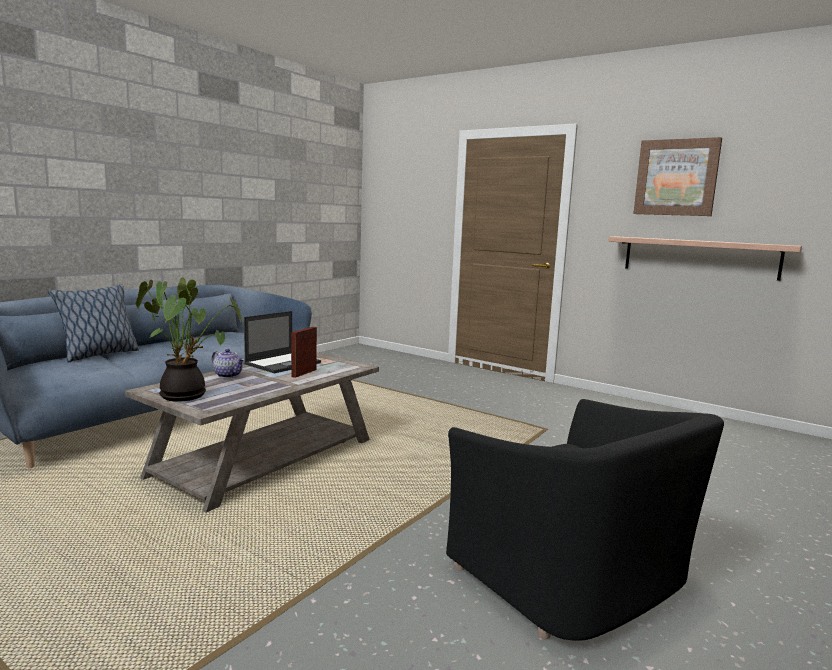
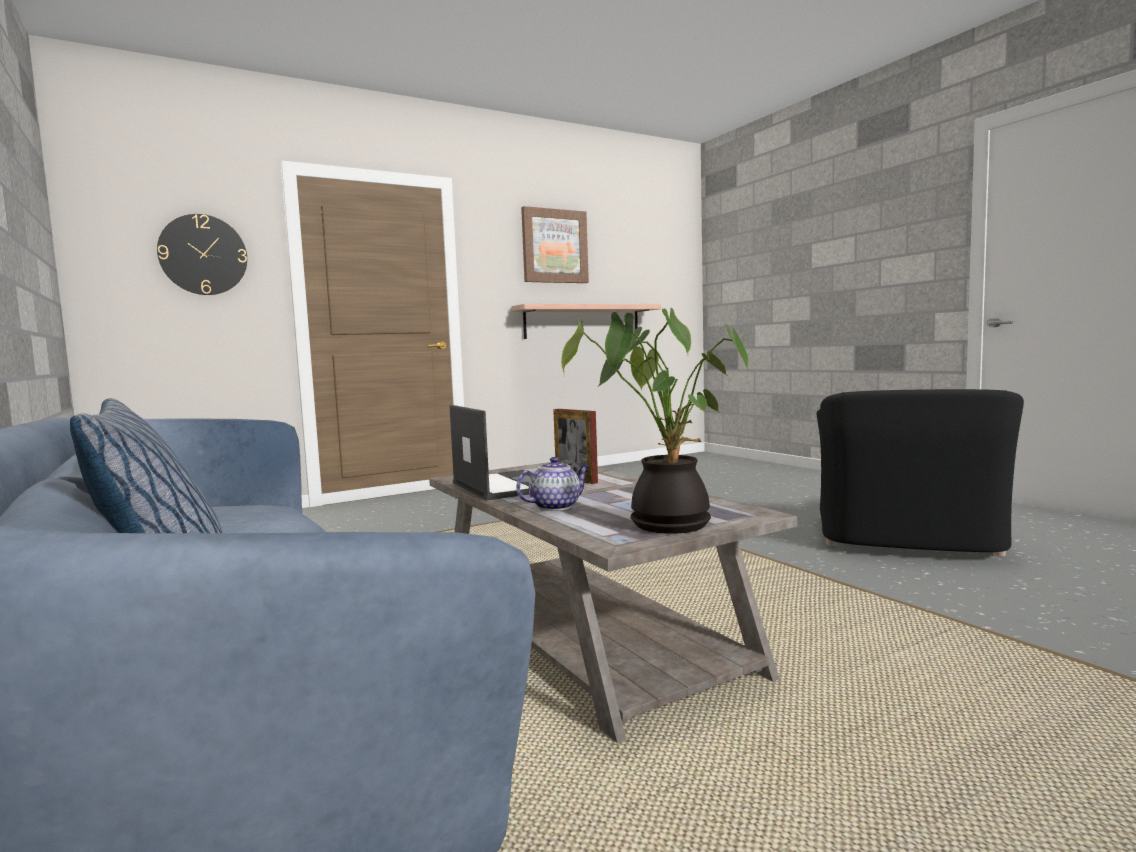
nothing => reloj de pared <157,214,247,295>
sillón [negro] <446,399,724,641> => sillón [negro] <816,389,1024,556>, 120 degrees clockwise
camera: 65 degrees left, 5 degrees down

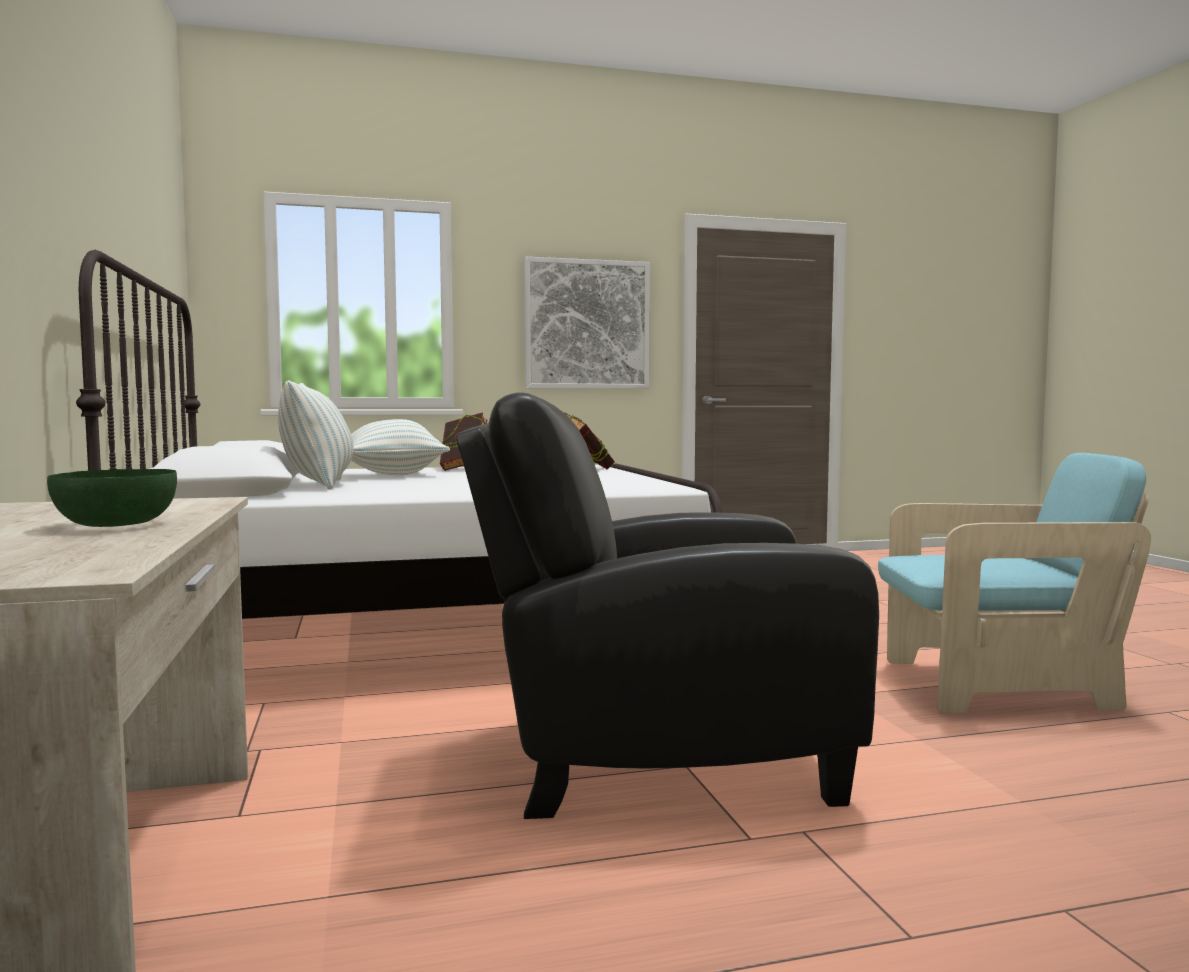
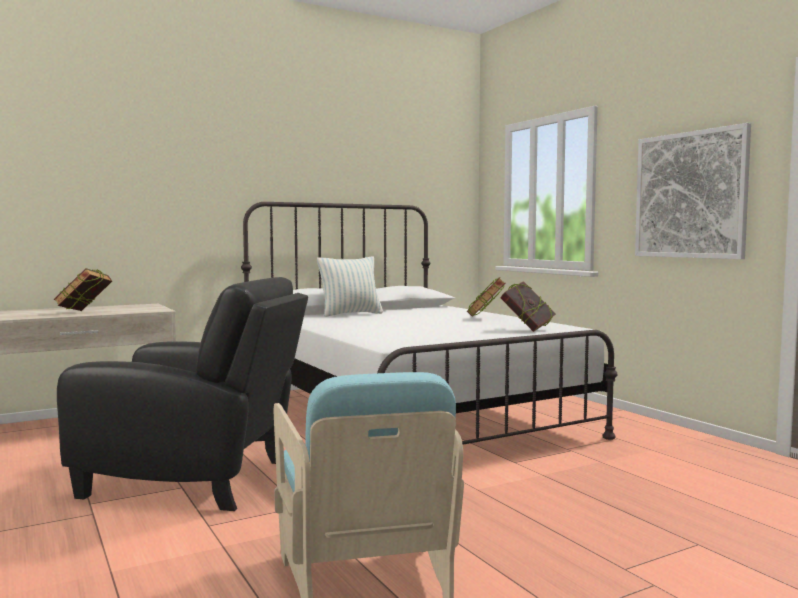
cojín <351,419,450,475> => nothing
cuenco [verde] <47,469,177,527> => libro <54,268,112,311>
sillón [negro] <456,393,879,819> => sillón [negro] <57,277,308,511>, 120 degrees clockwise
camera: 75 degrees right, 0 degrees up

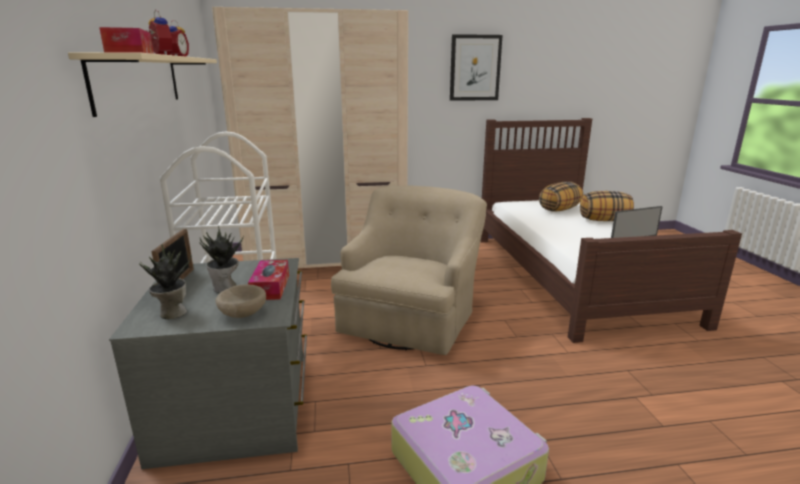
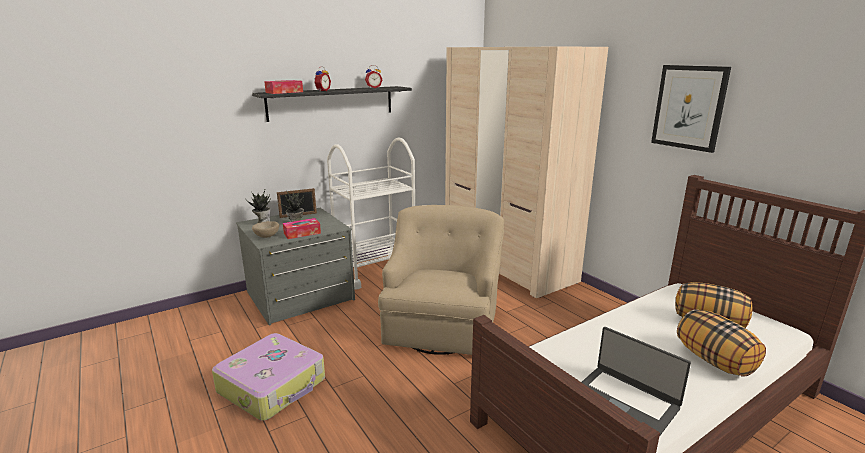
estante [beis] <68,52,217,117> => estante [negro] <252,86,412,122>
sillón [beis] <331,186,487,355> => sillón [beis] <378,205,504,355>, 75 degrees counterclockwise
camera: 65 degrees right, 0 degrees up

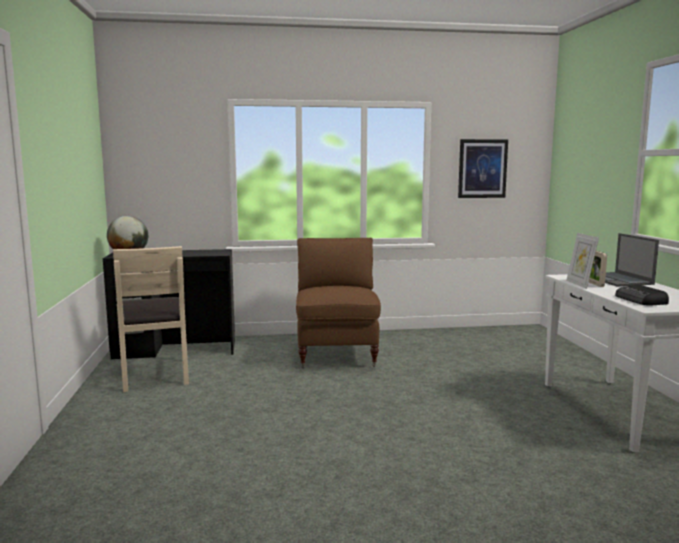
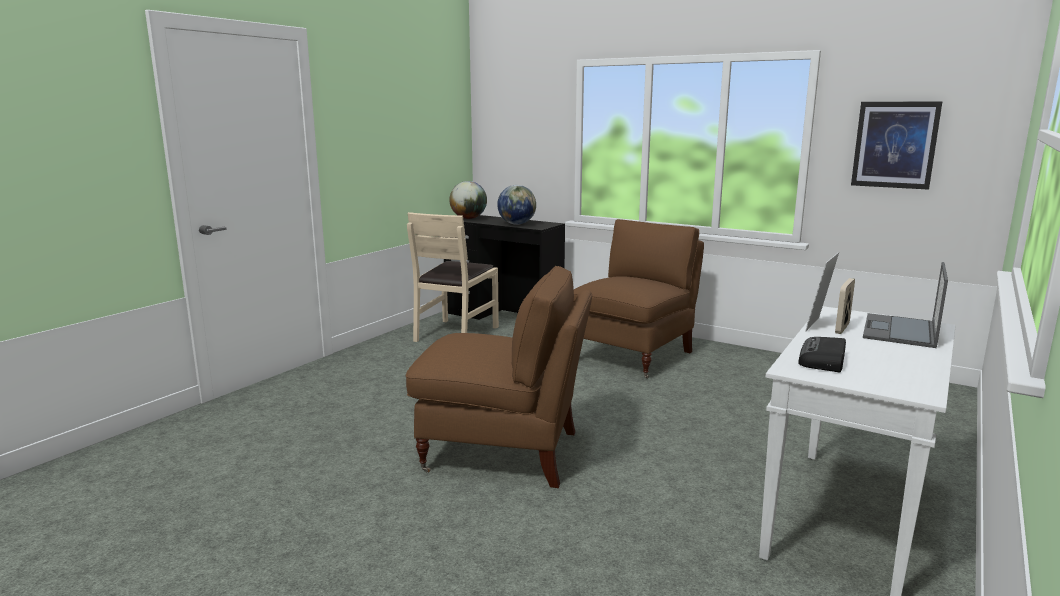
nothing => sillón [marrón] <406,266,592,488>
nothing => globo terráqueo <497,185,536,225>
camera: 40 degrees right, 5 degrees up

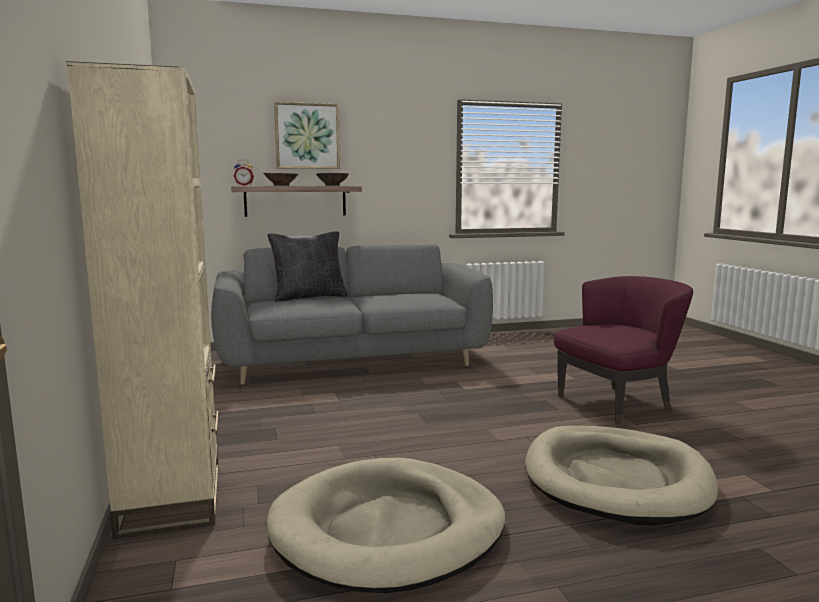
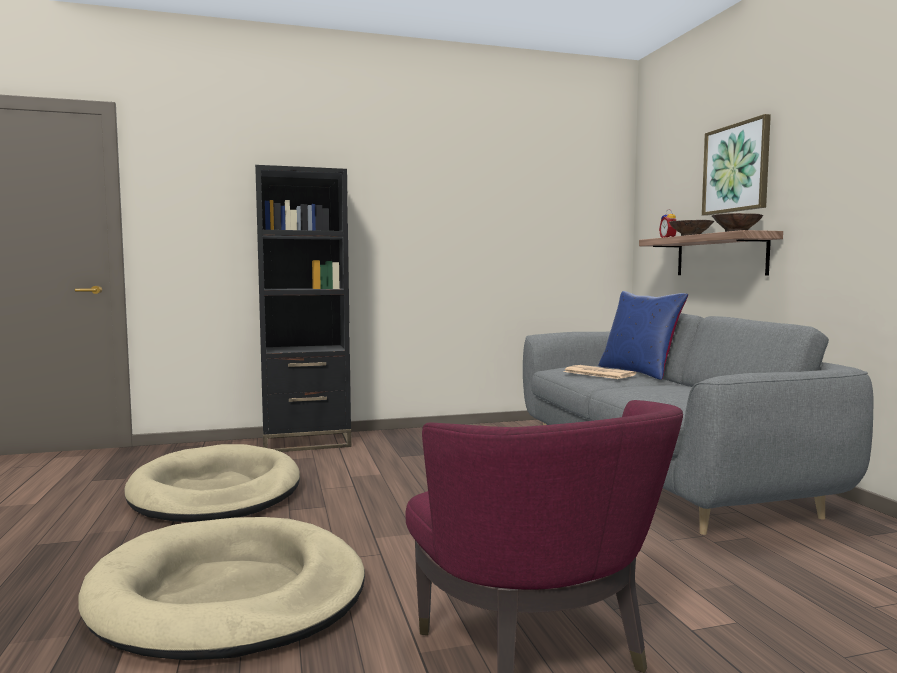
nothing => periódico <563,365,636,379>
estantería [beis] <66,61,219,539> => estantería [negro] <255,165,352,452>
cojín [negro] <268,231,348,302> => cojín [azul] <598,291,688,380>
camera: 90 degrees right, 5 degrees down

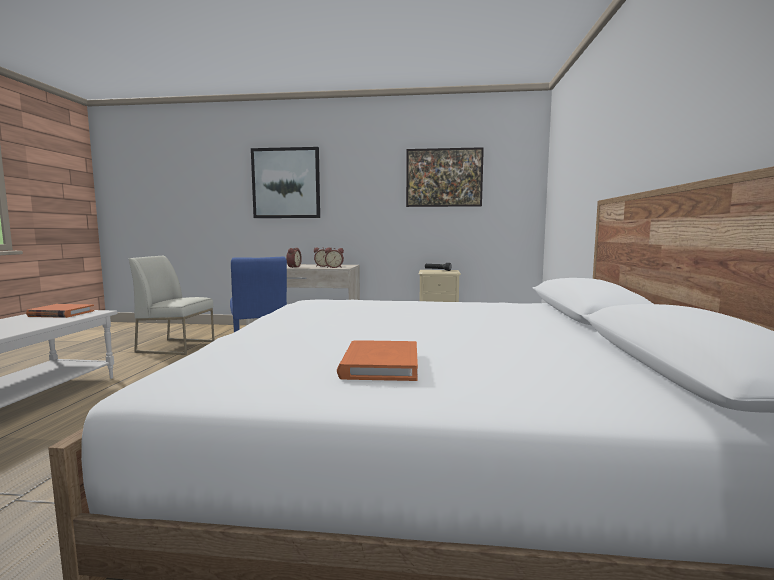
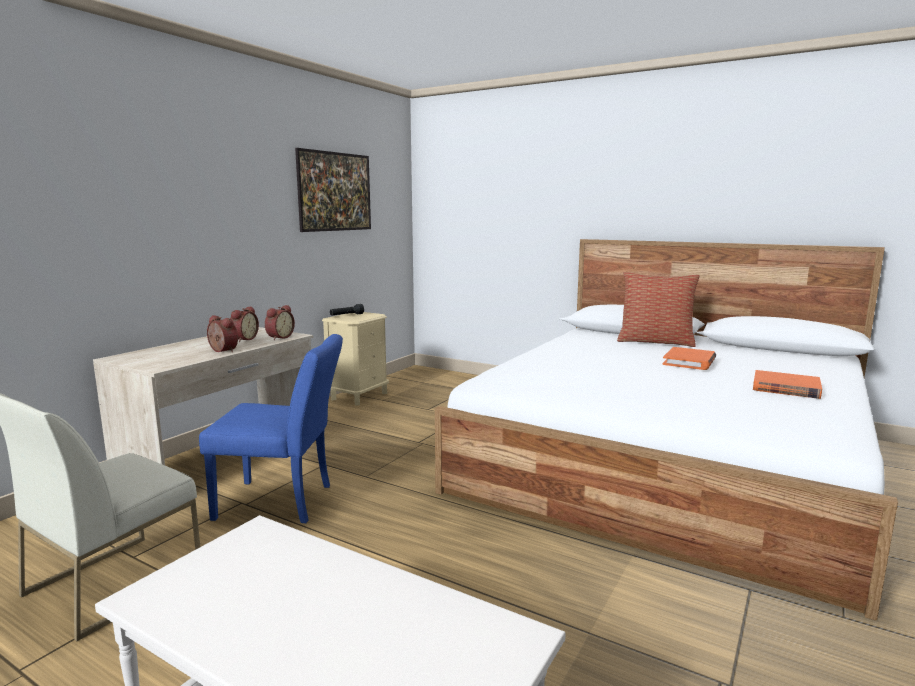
cuadro <251,147,320,218> => nothing
nothing => cojín <617,272,700,347>
libro [naranja] <26,304,94,318> => libro [naranja] <663,347,716,370>, shifted
camera: 65 degrees left, 5 degrees up

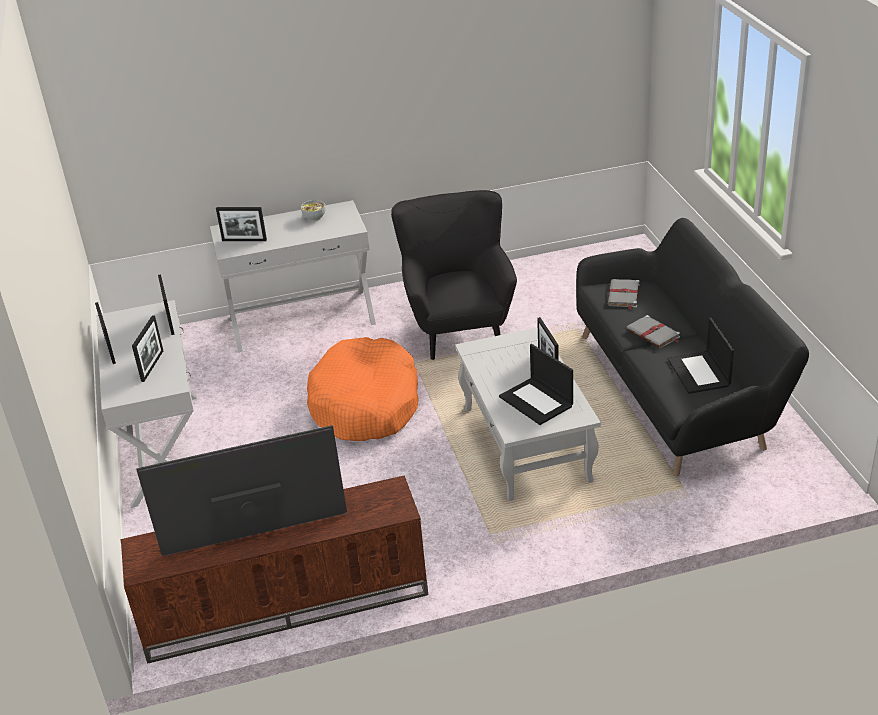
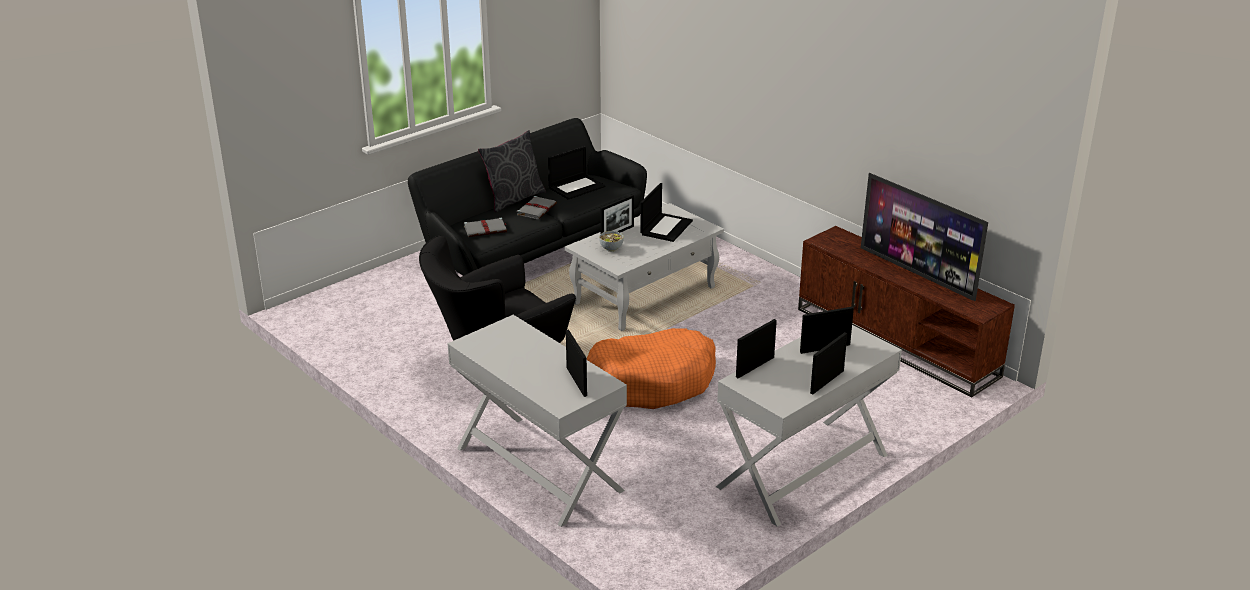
nothing => cojín [gris] <478,130,546,212>
cuenco <301,200,326,221> => cuenco <599,231,624,252>, shifted
camera: 120 degrees left, 5 degrees down

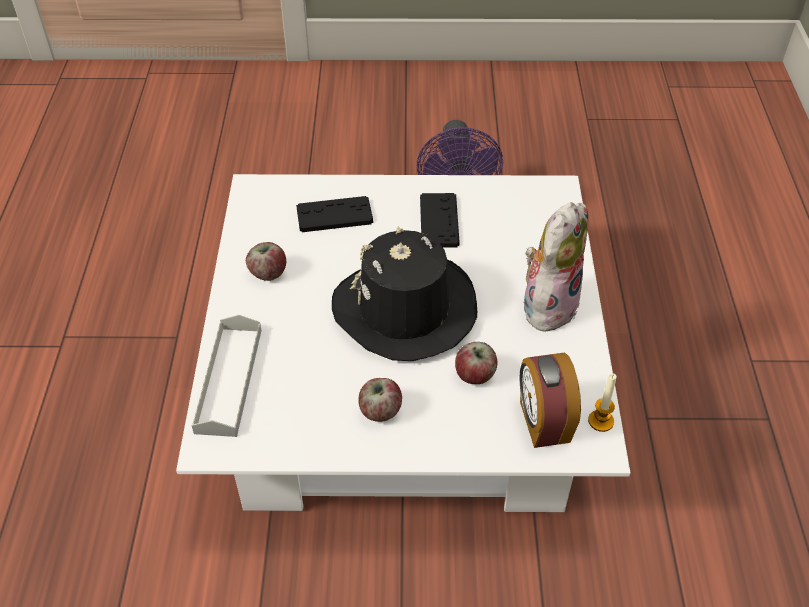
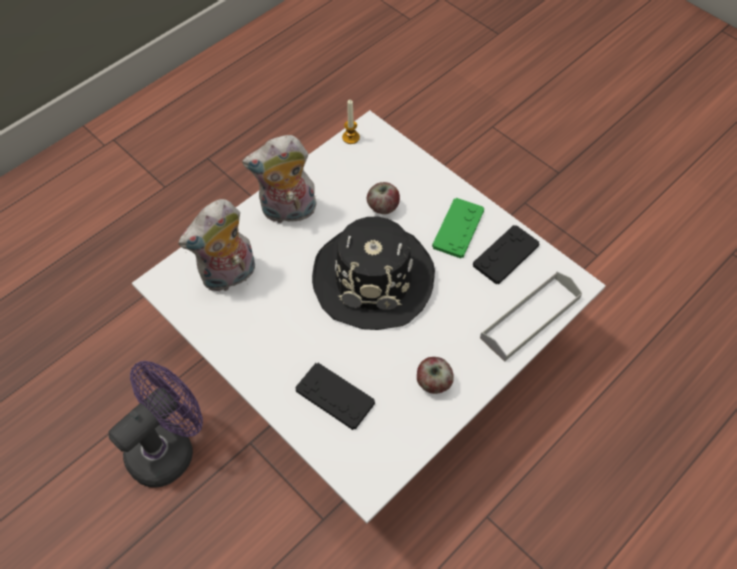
despertador <519,352,581,448> => nothing
nothing => peluche <178,199,255,293>
mando de consola [negro] <420,193,460,248> => mando de consola [negro] <473,225,539,284>, shifted
manzana <358,378,402,422> => mando de consola [verde] <432,198,484,258>
camera: 135 degrees left, 10 degrees up

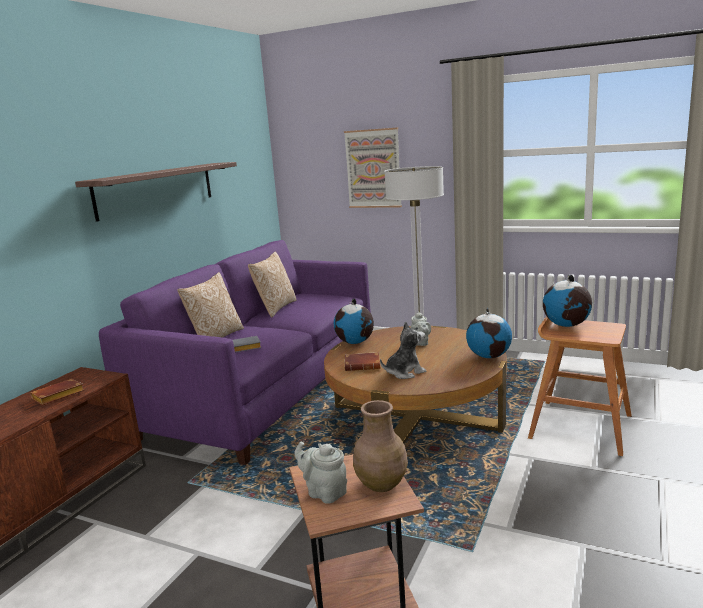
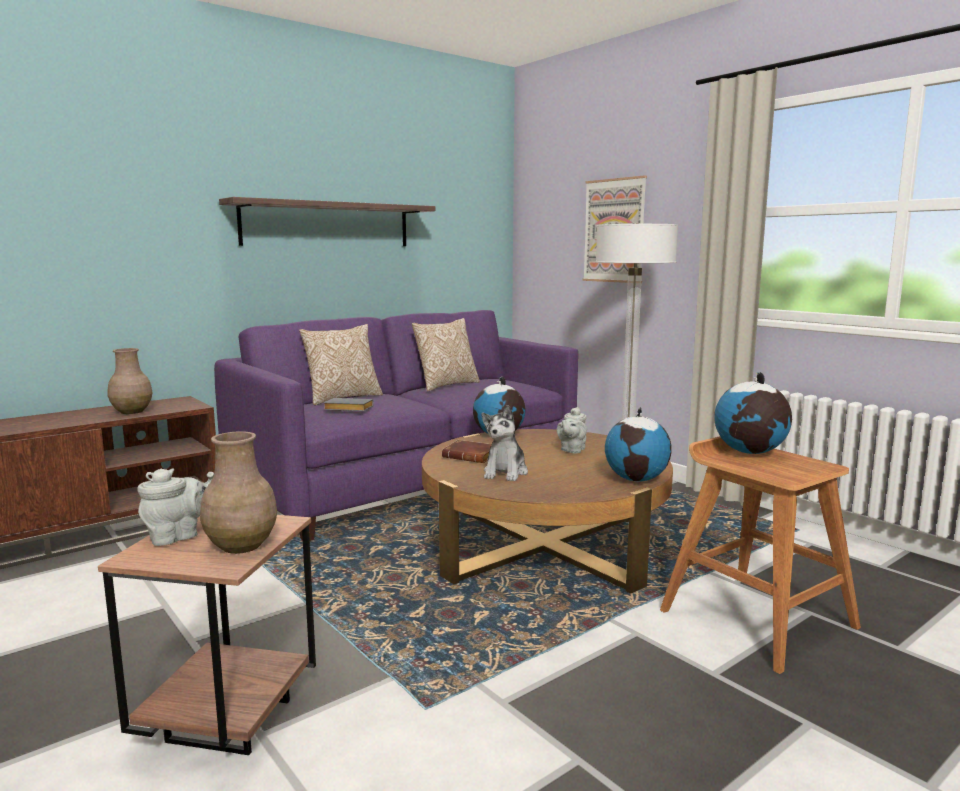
libro [marrón] <30,379,84,405> => florero [marrón] <108,348,152,414>
tetera [gris] <294,442,347,504> => tetera [gris] <137,468,214,546>, 75 degrees clockwise
peluche <380,321,426,379> => peluche <481,405,528,481>, 105 degrees clockwise
camera: 25 degrees right, 5 degrees down

